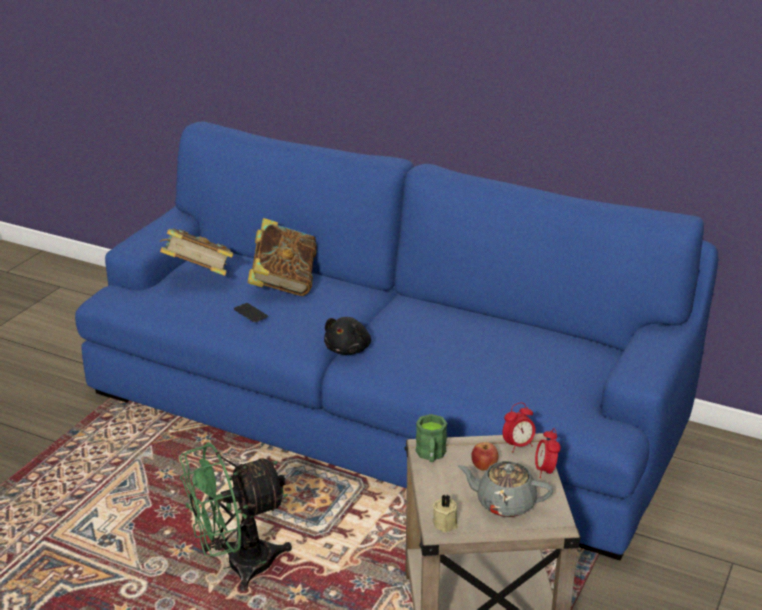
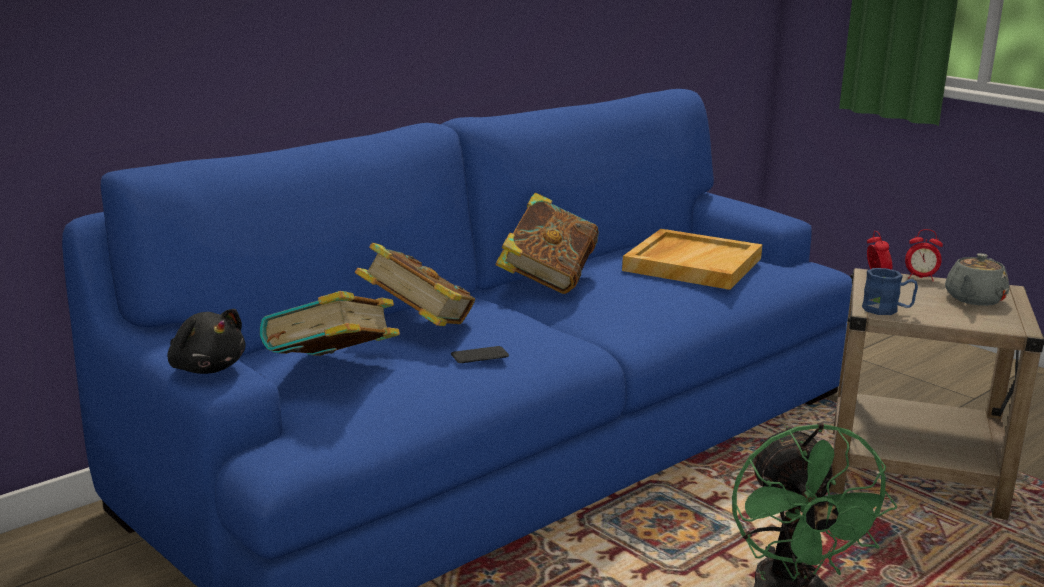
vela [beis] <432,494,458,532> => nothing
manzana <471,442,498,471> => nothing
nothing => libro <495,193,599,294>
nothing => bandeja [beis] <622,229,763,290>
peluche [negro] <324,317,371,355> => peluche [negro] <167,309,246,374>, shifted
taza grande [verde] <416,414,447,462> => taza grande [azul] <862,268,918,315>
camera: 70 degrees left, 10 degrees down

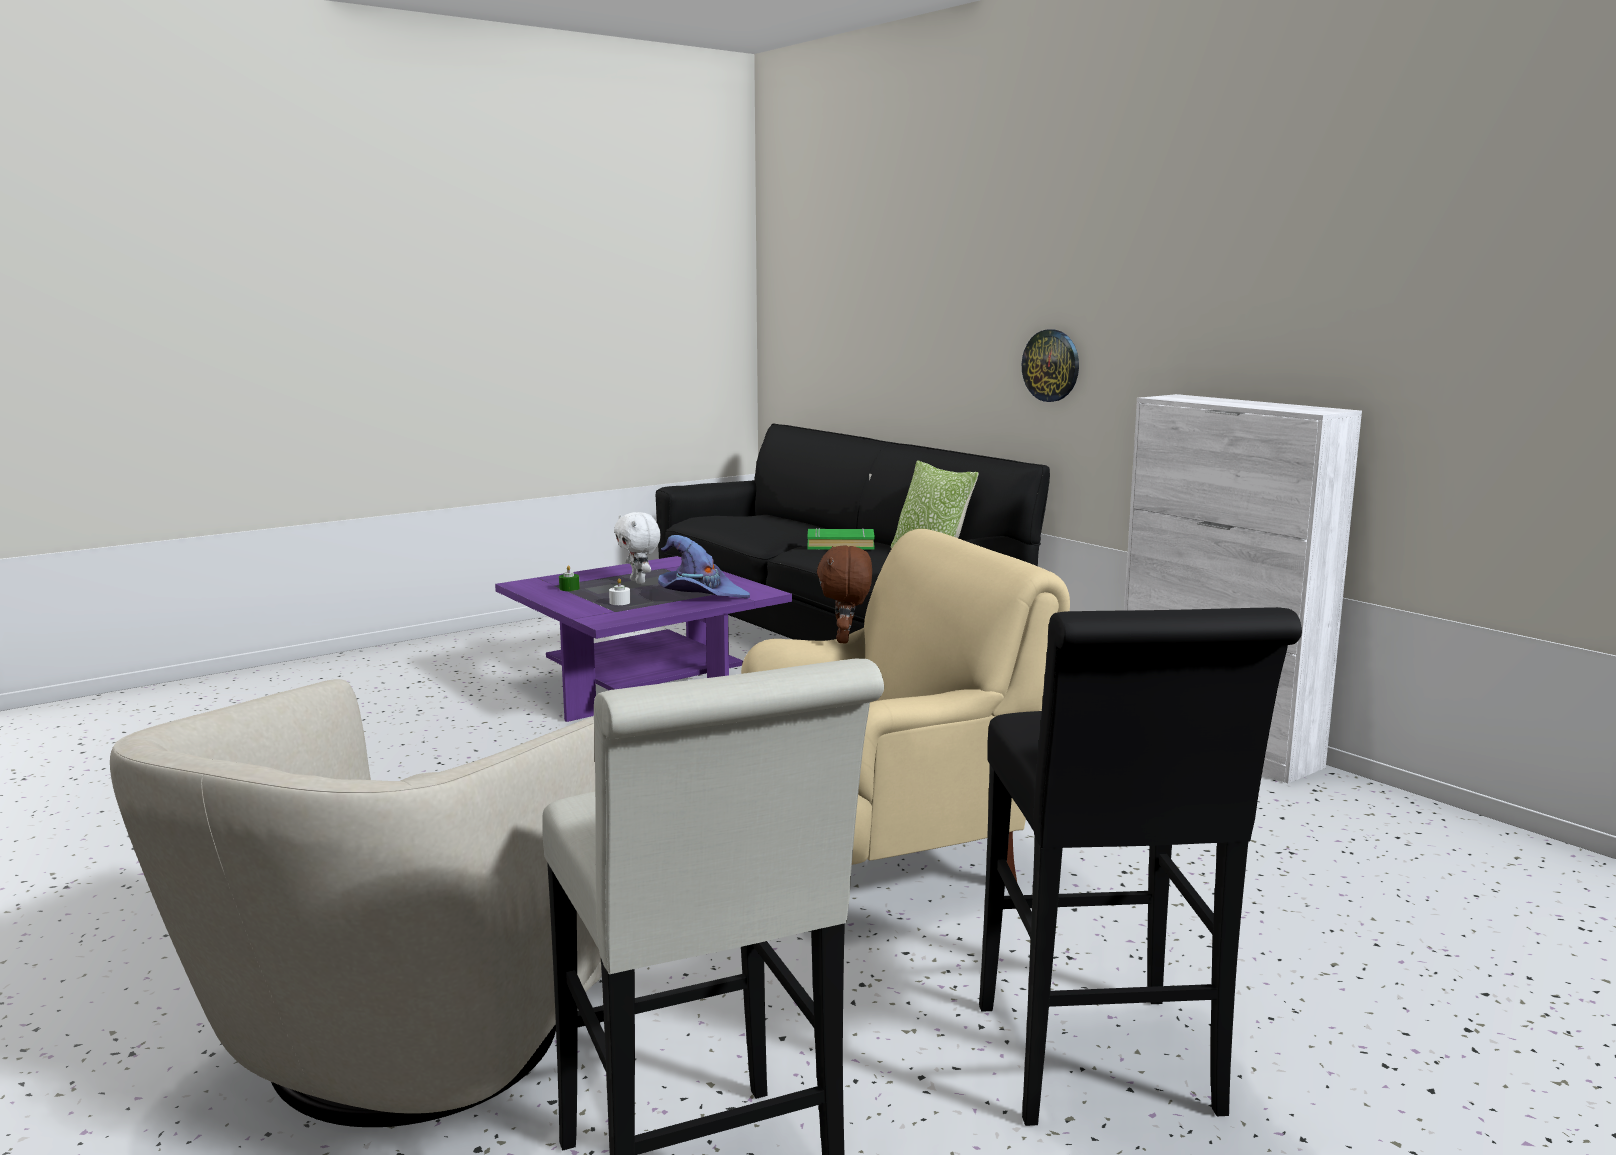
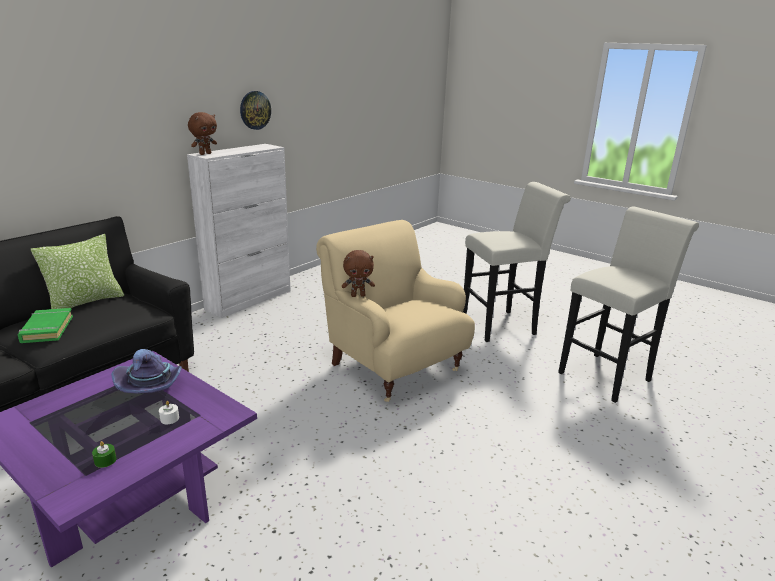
sillón [beis] <110,679,602,1127> => nothing
peluche [blanco] <614,512,661,584> => nothing
nothing => peluche [marrón] <188,112,217,155>
reloj de pared <1022,329,1079,402> => reloj de pared <240,91,271,130>, shifted
taburete [negro] <979,607,1302,1126> => taburete [blanco] <463,182,571,342>
camera: 105 degrees left, 10 degrees up

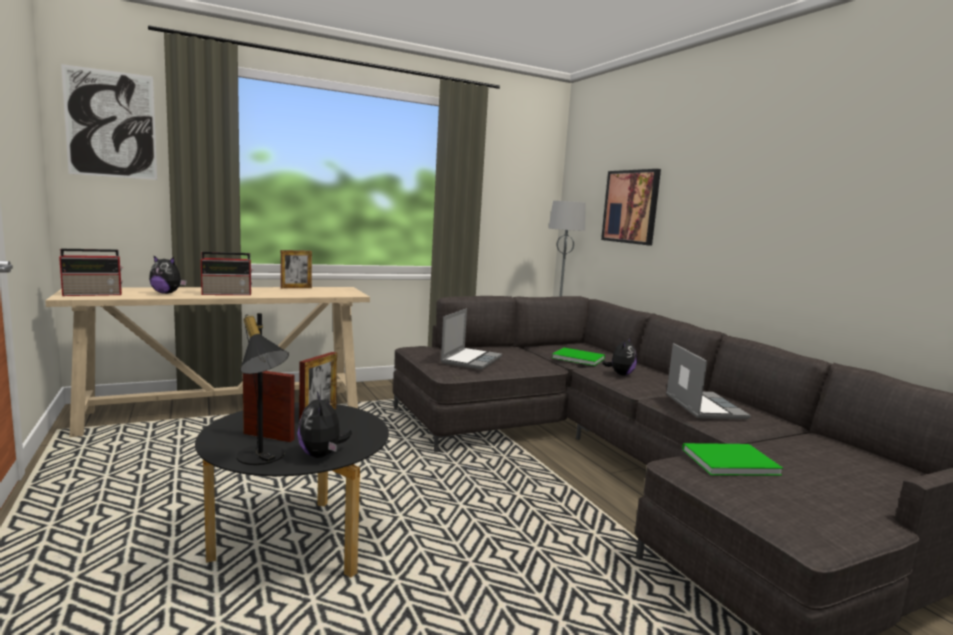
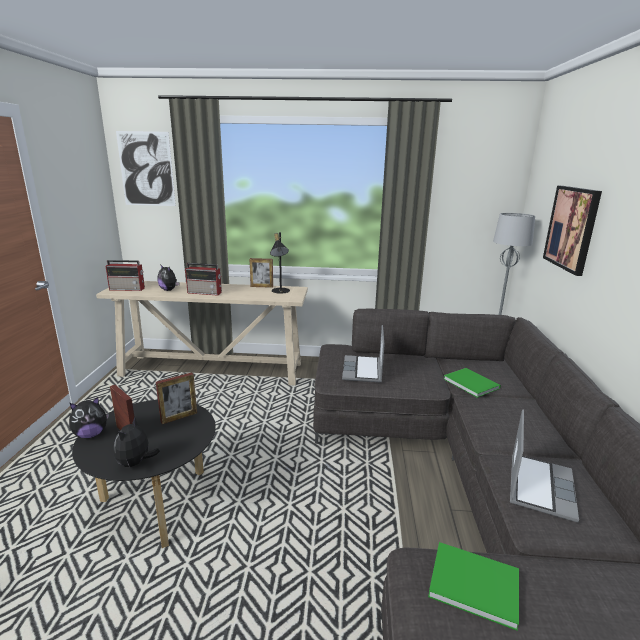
lámpara de mesa [negro] <236,313,289,465> => lámpara de mesa [negro] <270,232,290,294>, shifted
peluche <602,337,637,375> => peluche <69,397,109,438>, shifted
portátil <440,308,502,370> => portátil <342,325,384,382>, 135 degrees clockwise
camera: 30 degrees right, 10 degrees up

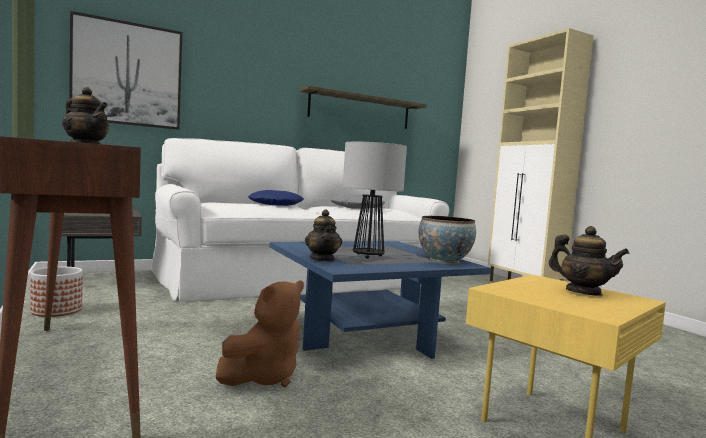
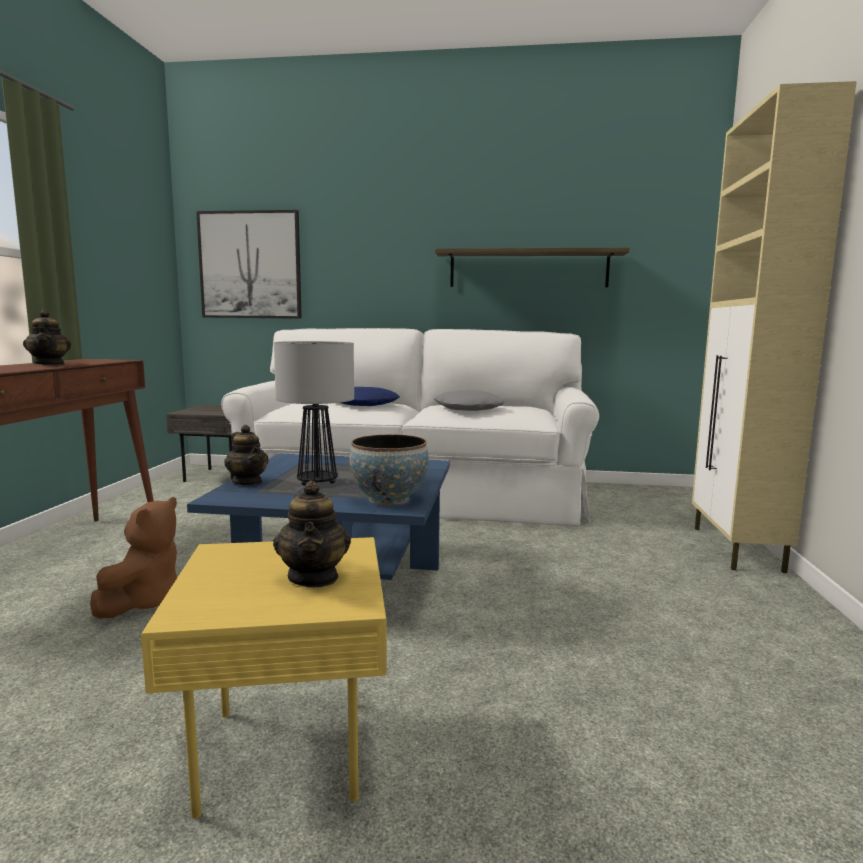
maceta <30,267,83,317> => nothing
peluche [marrón] <216,281,304,387> => peluche [marrón] <90,497,177,618>, 60 degrees counterclockwise
tetera <305,209,342,262> => tetera <224,425,269,485>, 60 degrees counterclockwise
camera: 35 degrees right, 5 degrees up

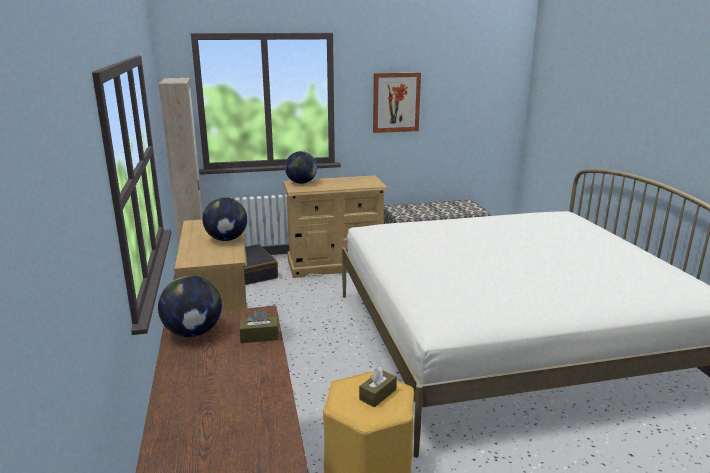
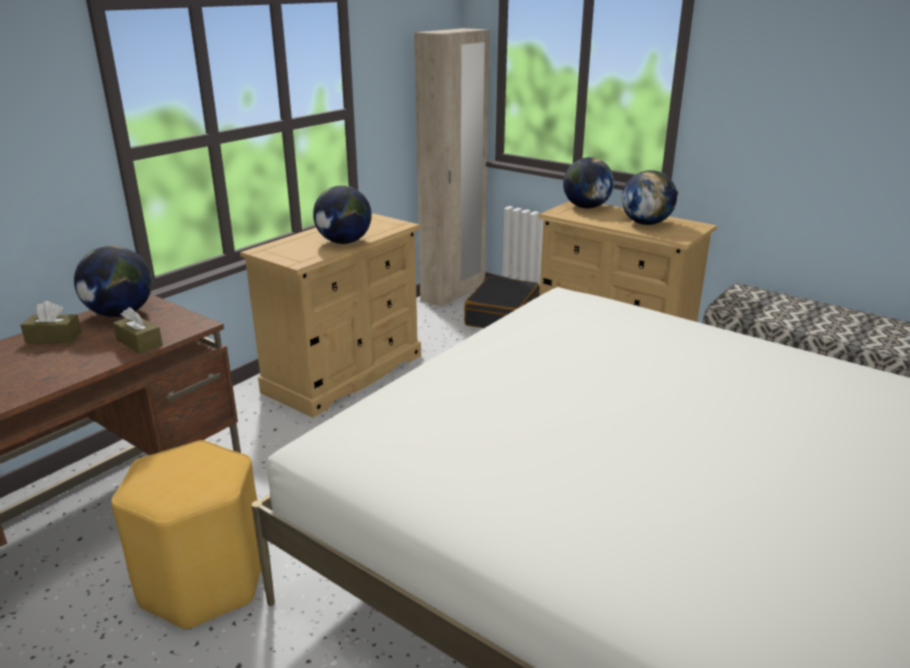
cuadro <373,73,421,133> => nothing
nothing => globo terráqueo <622,170,677,225>
caja de pañuelos [marrón] <359,367,397,407> => caja de pañuelos [marrón] <20,301,82,343>, shifted
camera: 50 degrees right, 5 degrees up

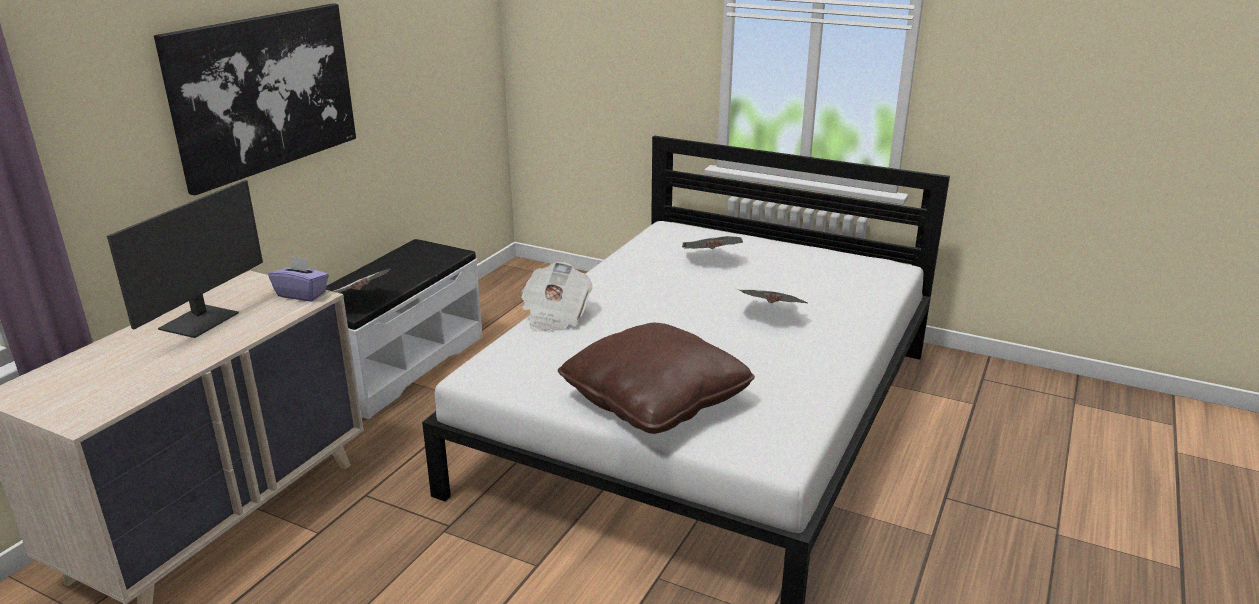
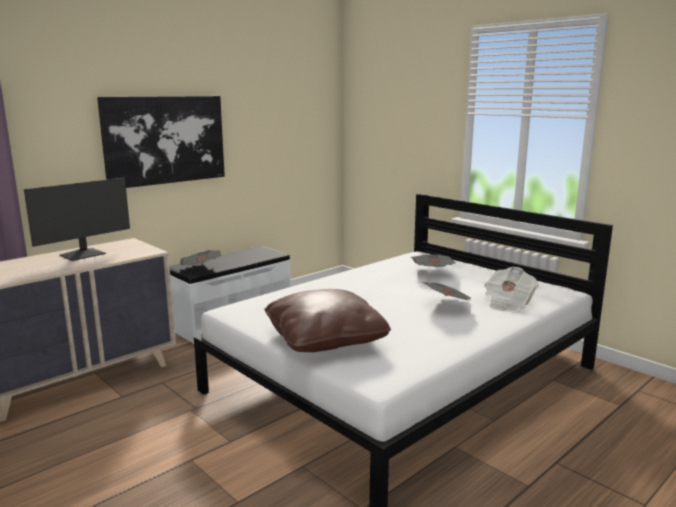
caja de pañuelos [morado] <268,256,329,301> => nothing
periódico <521,262,593,331> => periódico <485,267,538,311>, shifted
camera: 20 degrees right, 10 degrees down

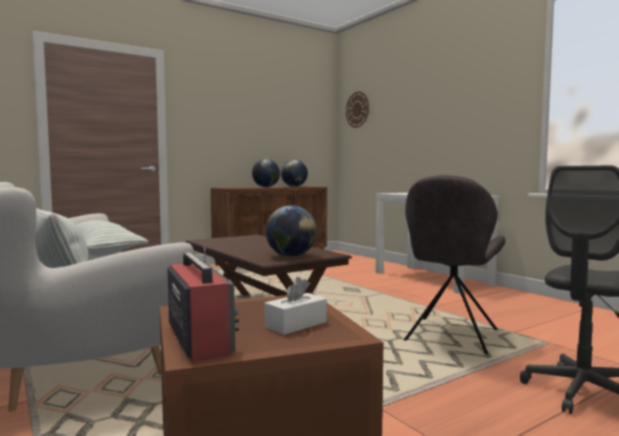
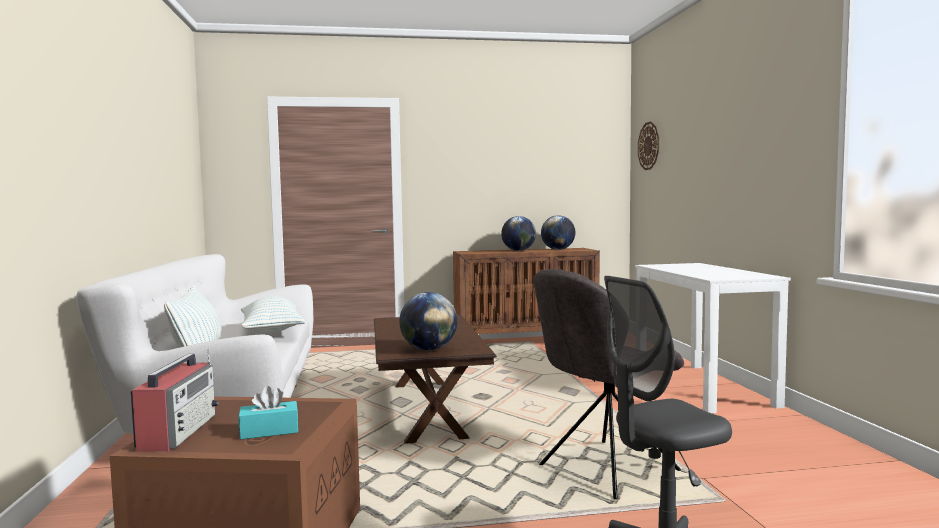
caja de pañuelos [blanco] <264,277,327,335> => caja de pañuelos [turquesa] <238,386,299,440>
camera: 25 degrees right, 0 degrees up

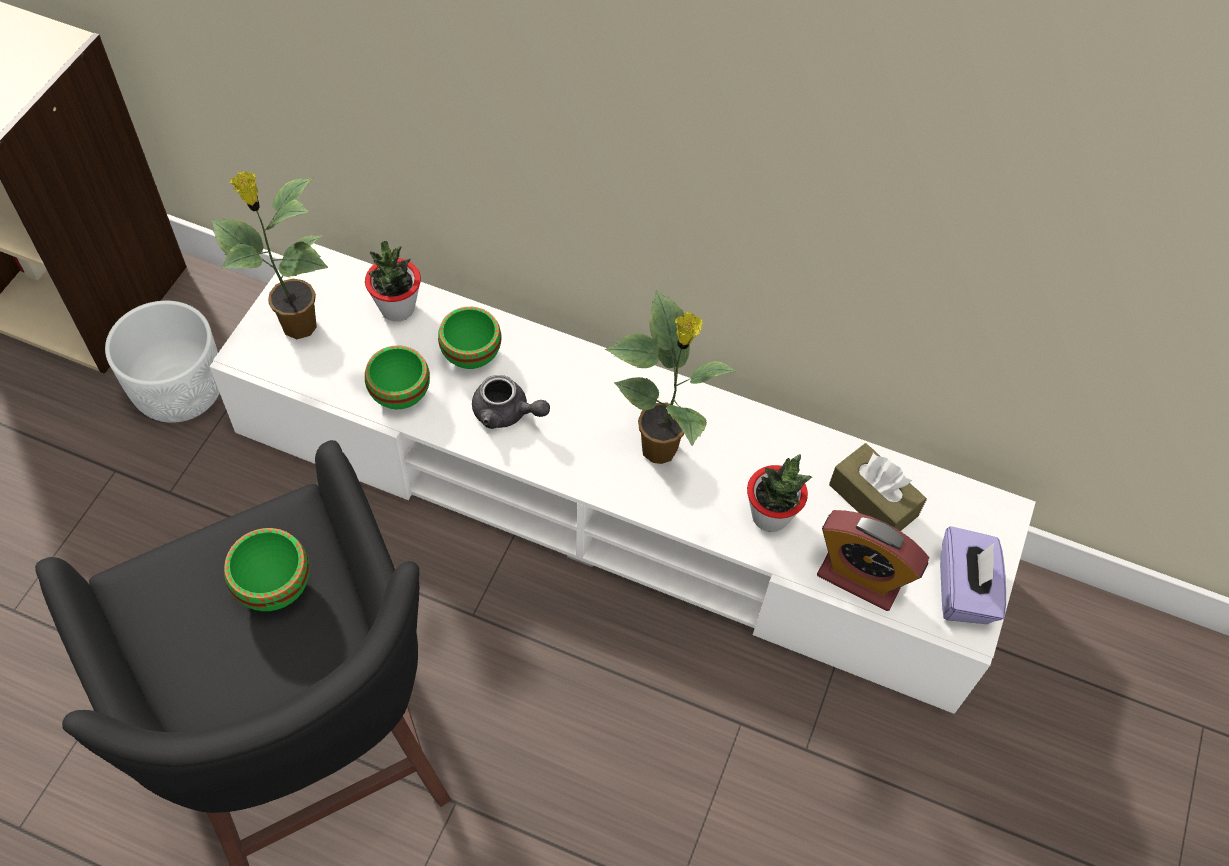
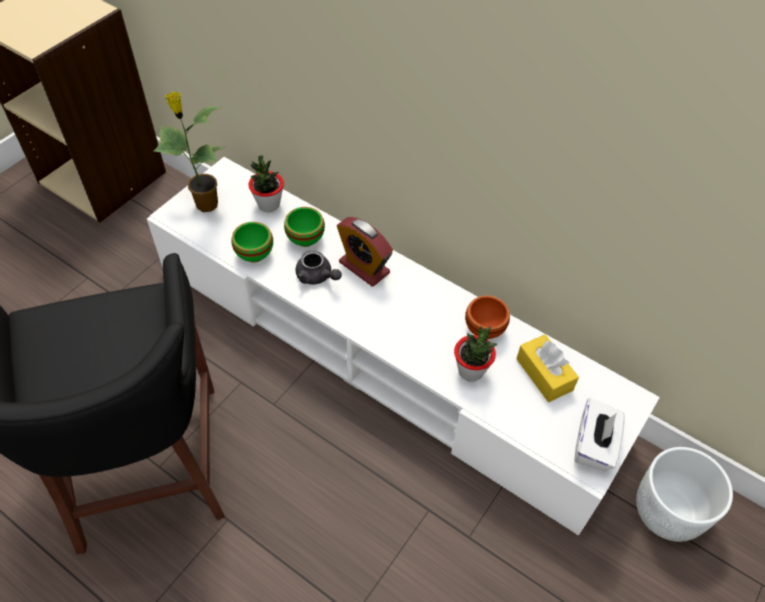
cuenco [verde] <224,528,310,611> => nothing
planta en maceta <605,290,737,464> => nothing
nothing => cuenco [marrón] <465,295,510,339>
maceta [blanco] <105,301,220,423> => maceta [blanco] <636,447,733,542>, shifted
despertador <817,510,929,611> => despertador <337,217,393,287>, shifted
caja de pañuelos [marrón] <829,443,927,531> => caja de pañuelos [amarillo] <517,334,579,402>
caja de pañuelos [morado] <940,526,1006,624> => caja de pañuelos [blanco] <574,398,625,471>
camera: 15 degrees right, 5 degrees down

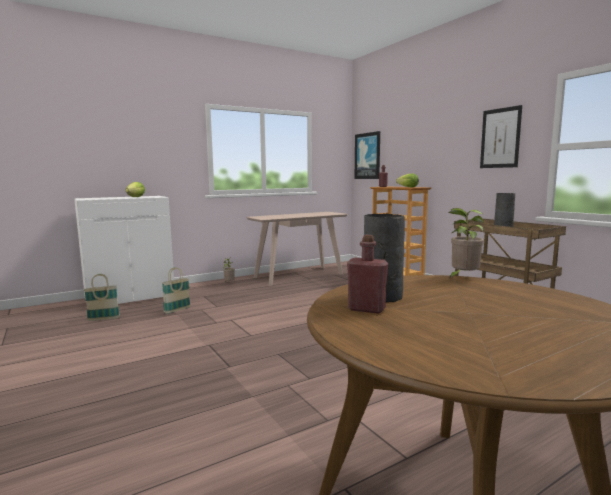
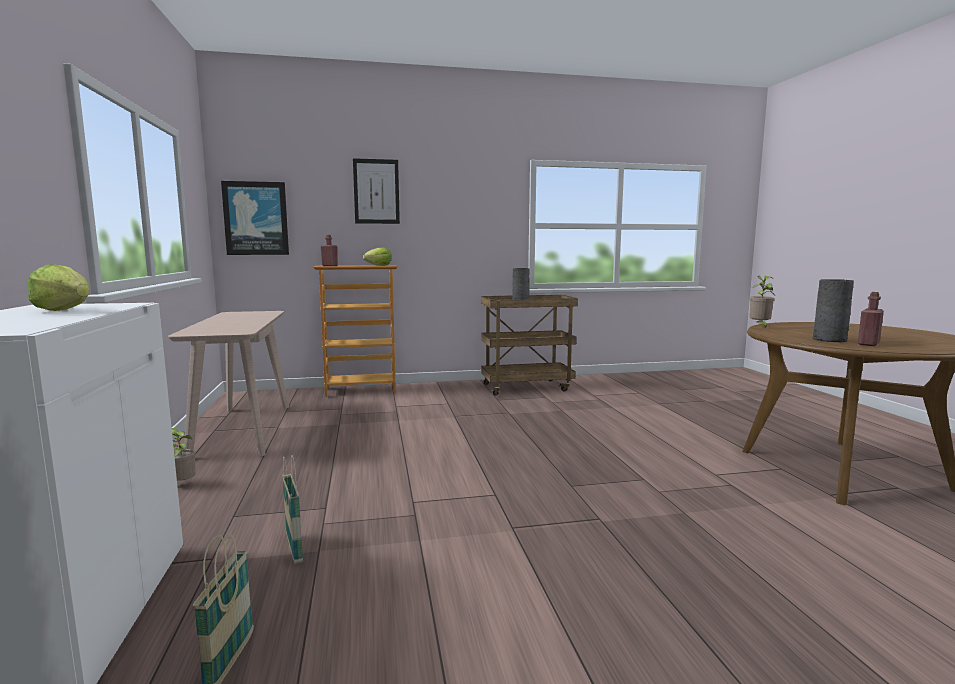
cuadro <480,105,522,168> => cuadro <353,158,400,224>, shifted
camera: 70 degrees left, 0 degrees up

